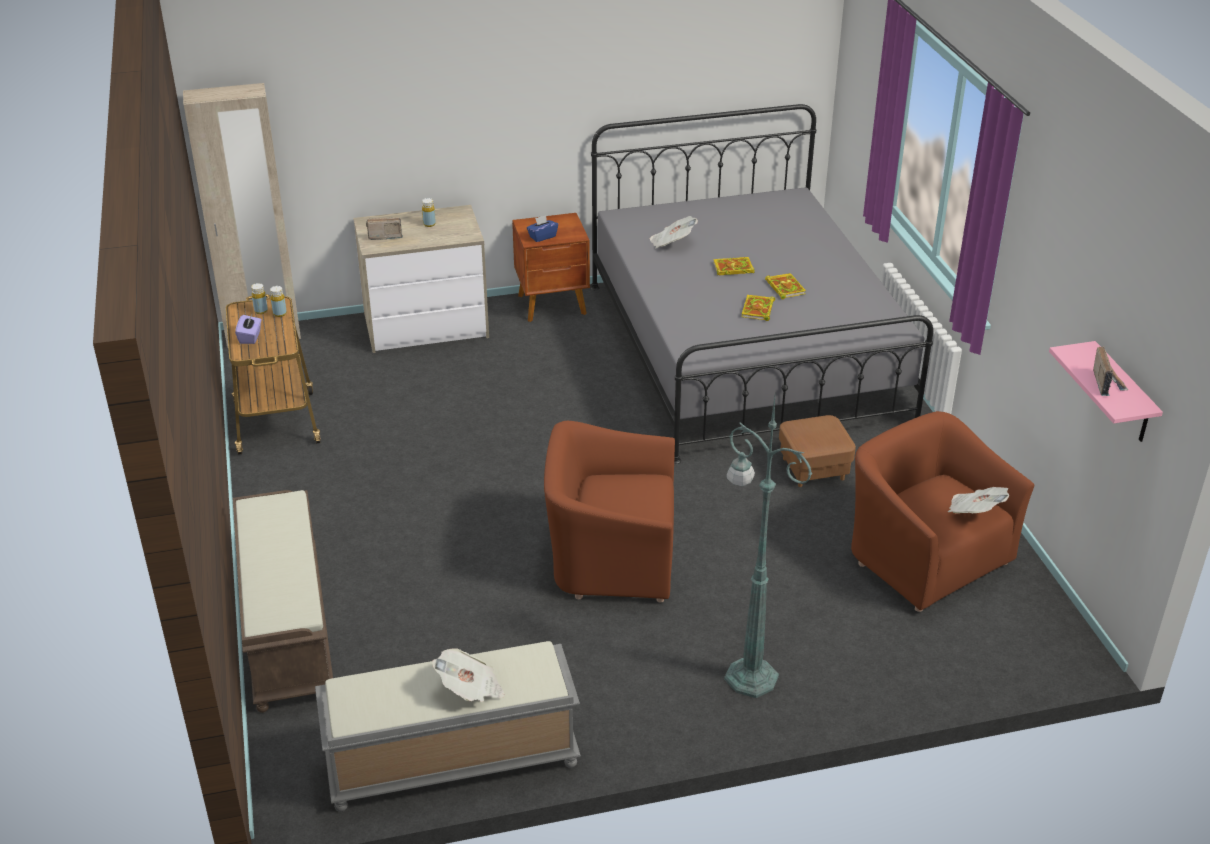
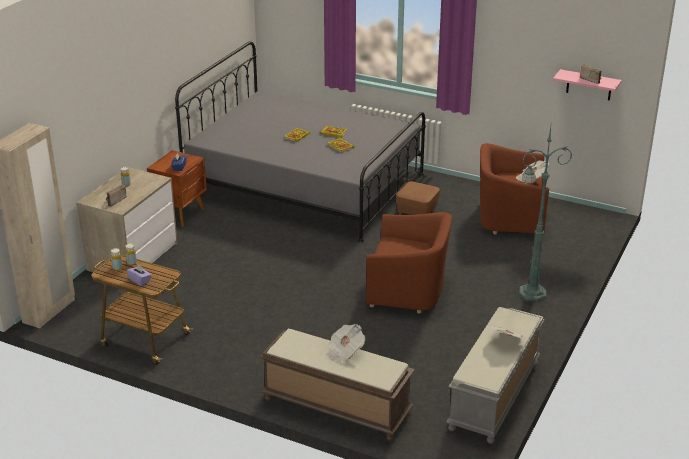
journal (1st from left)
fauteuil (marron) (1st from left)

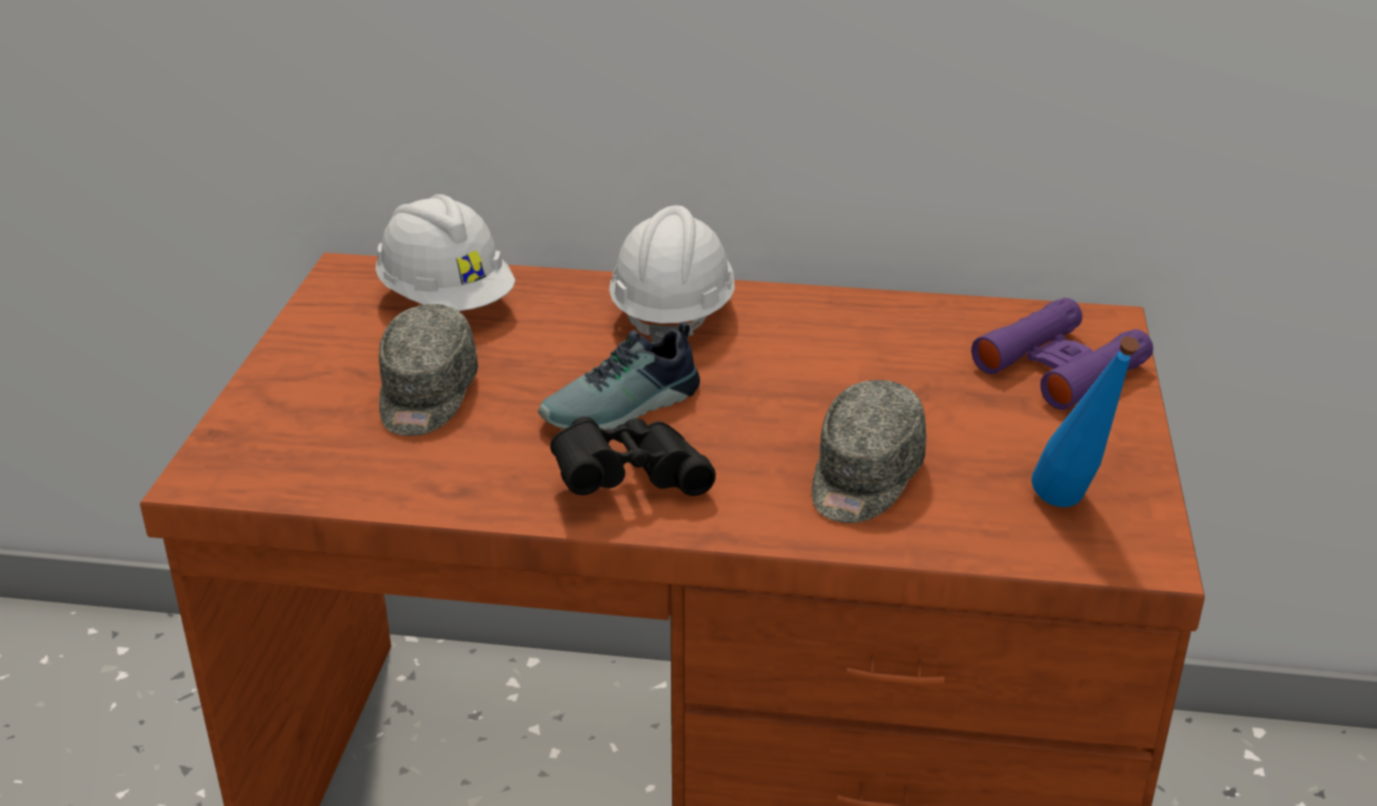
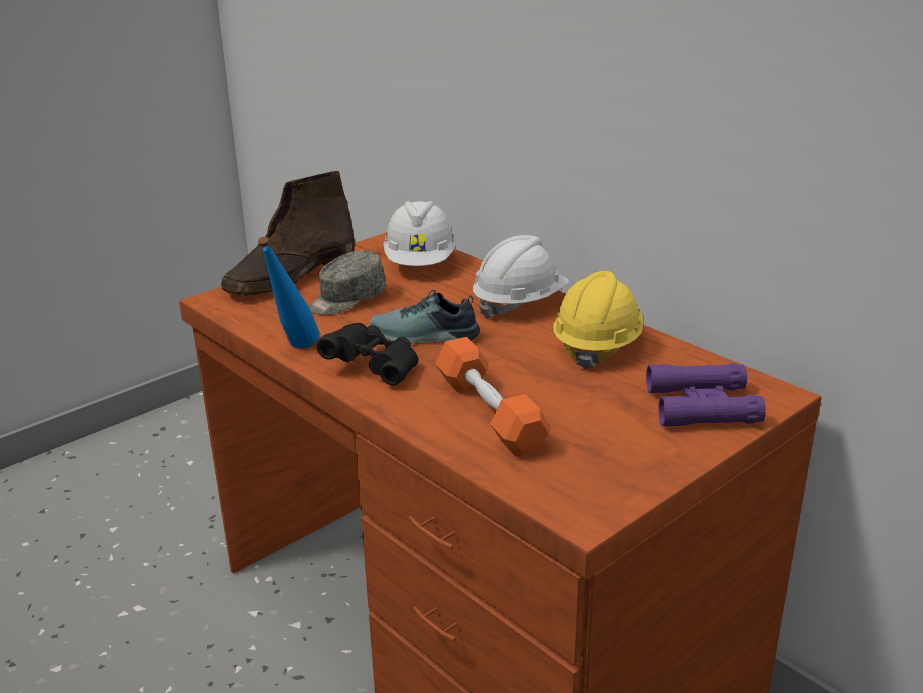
bouteille (bleu)
haltère (orange)
botte (marron)
casque de chantier (jaune)

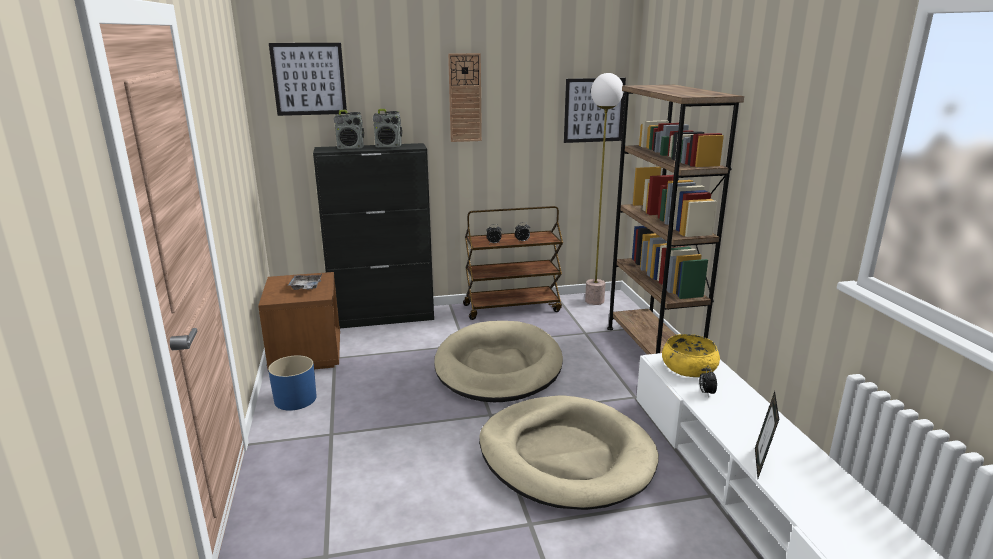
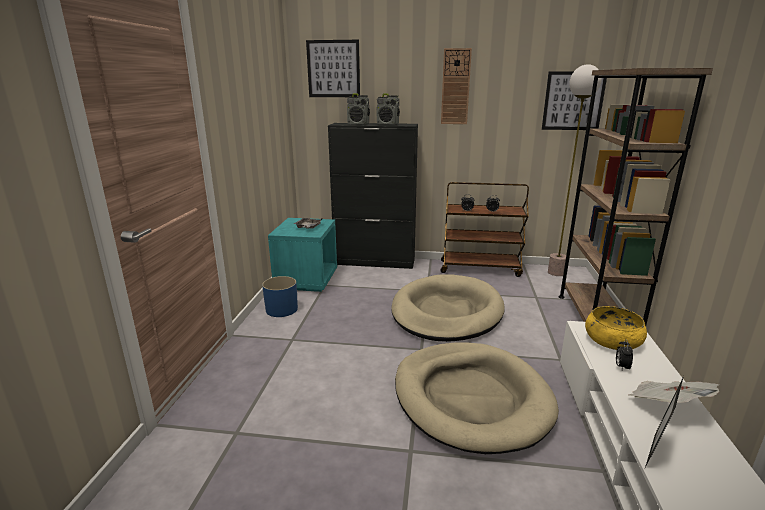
table de chevet (turquoise)
journal

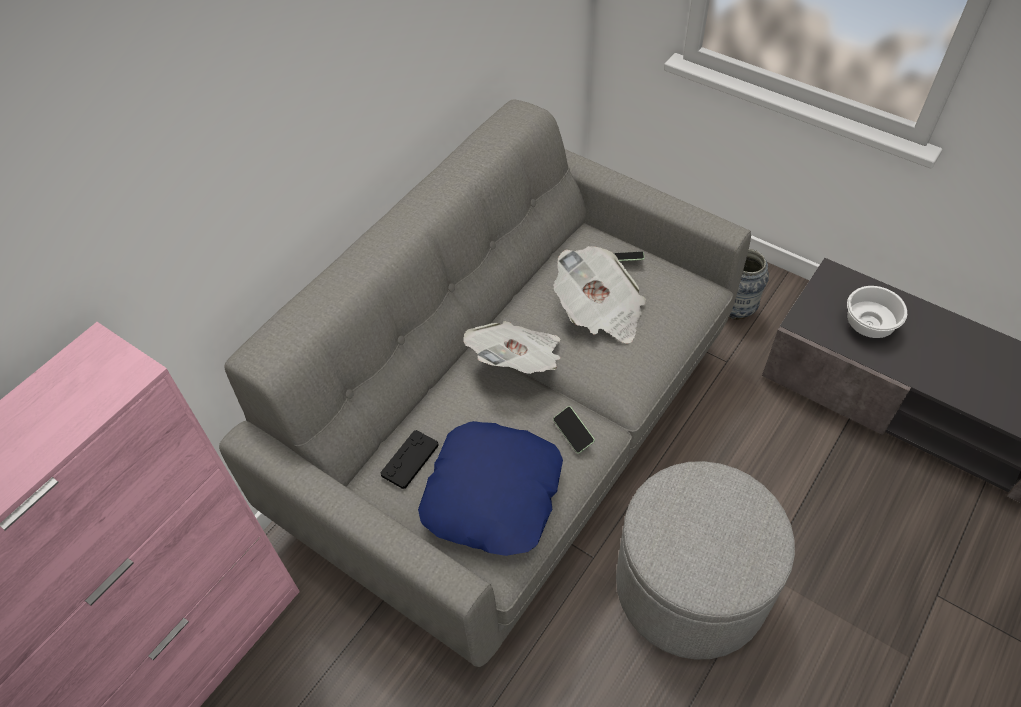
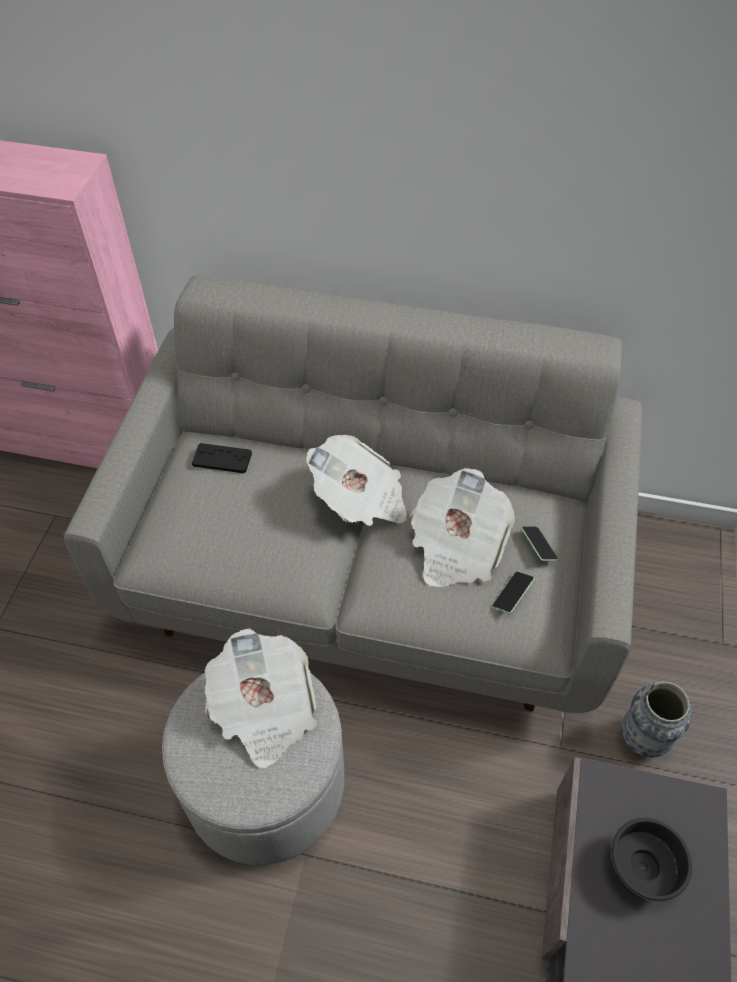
bol (noir)
téléphone (1st from left)
coussin (bleu)
journal (1st from left)

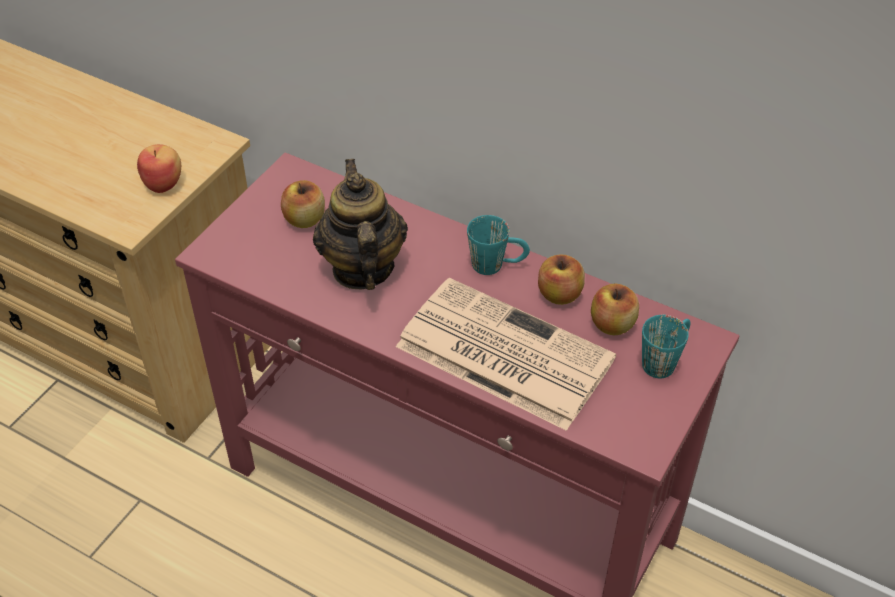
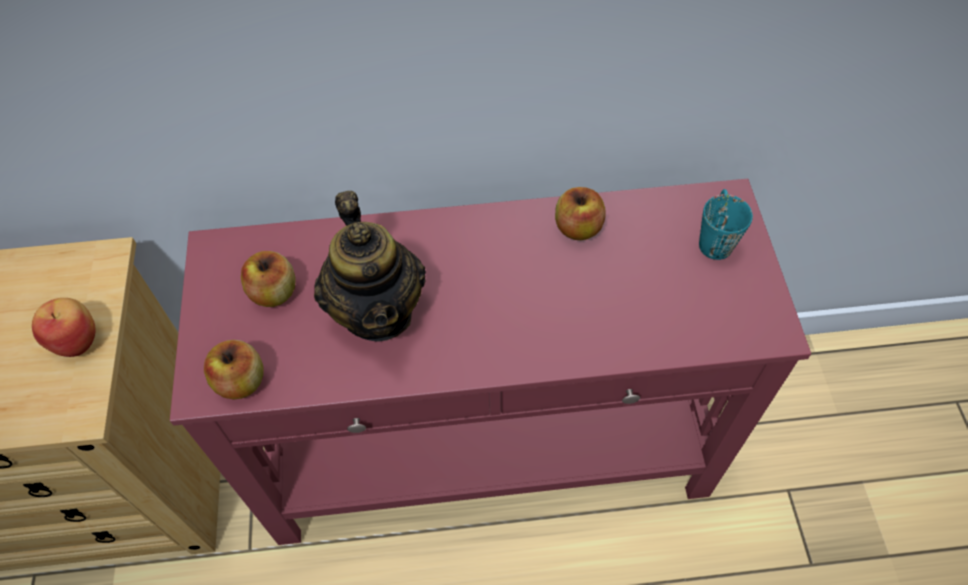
théière
mug (turquoise) (1st from left in the first image)
journal
pomme (2nd from left)

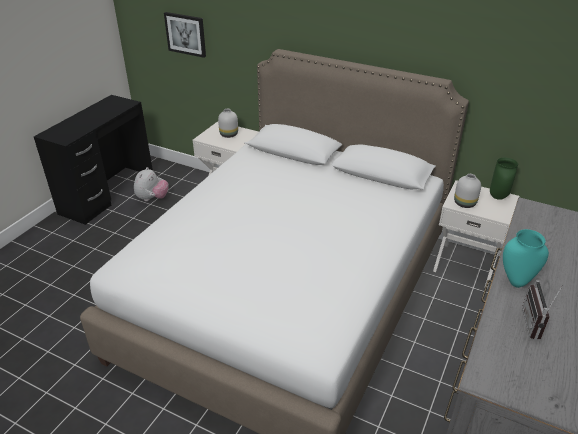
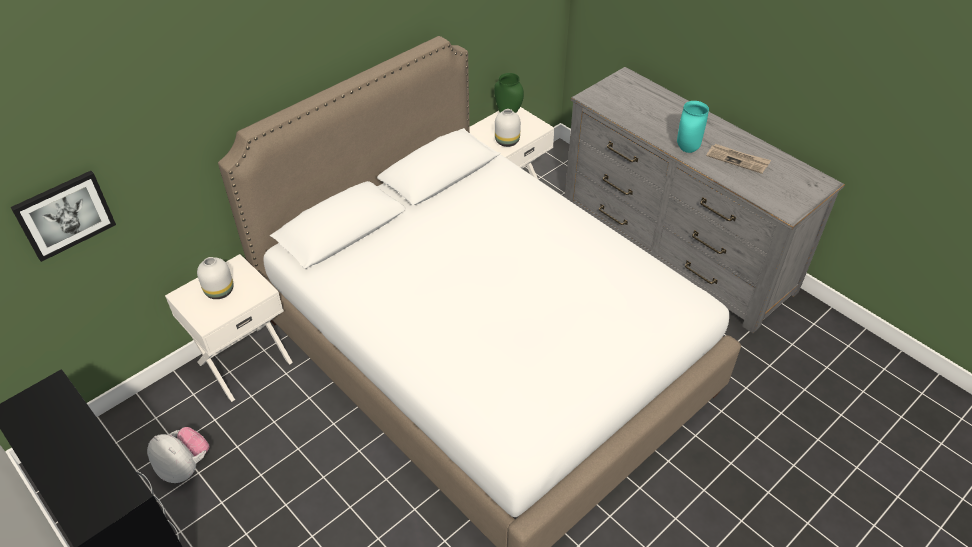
journal

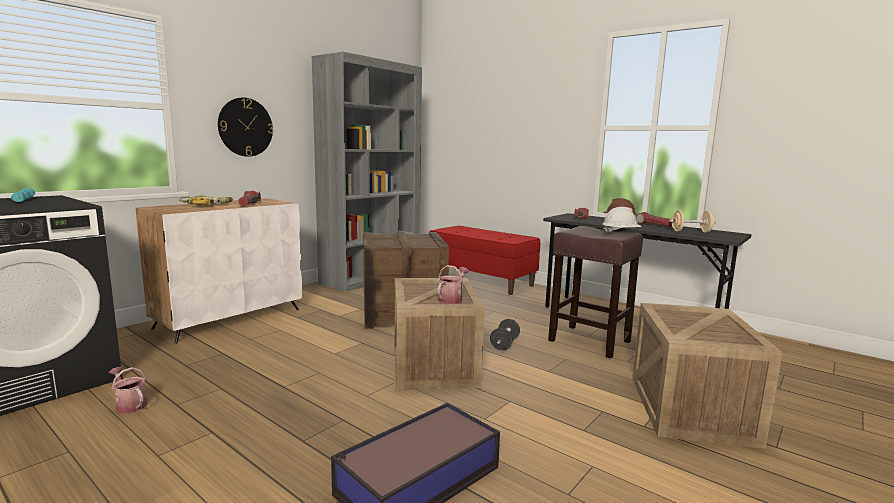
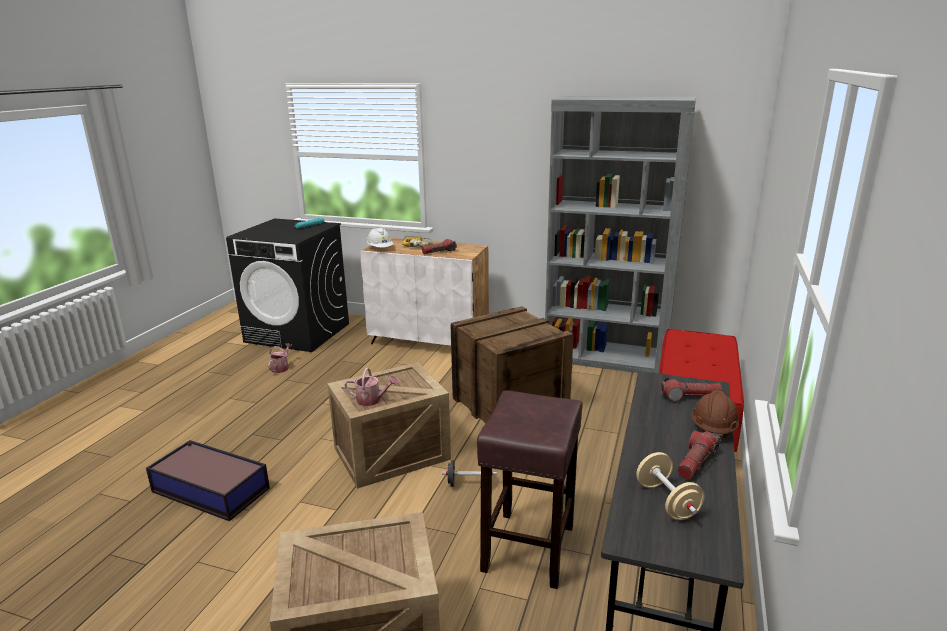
horloge murale
casque de chantier (blanc)

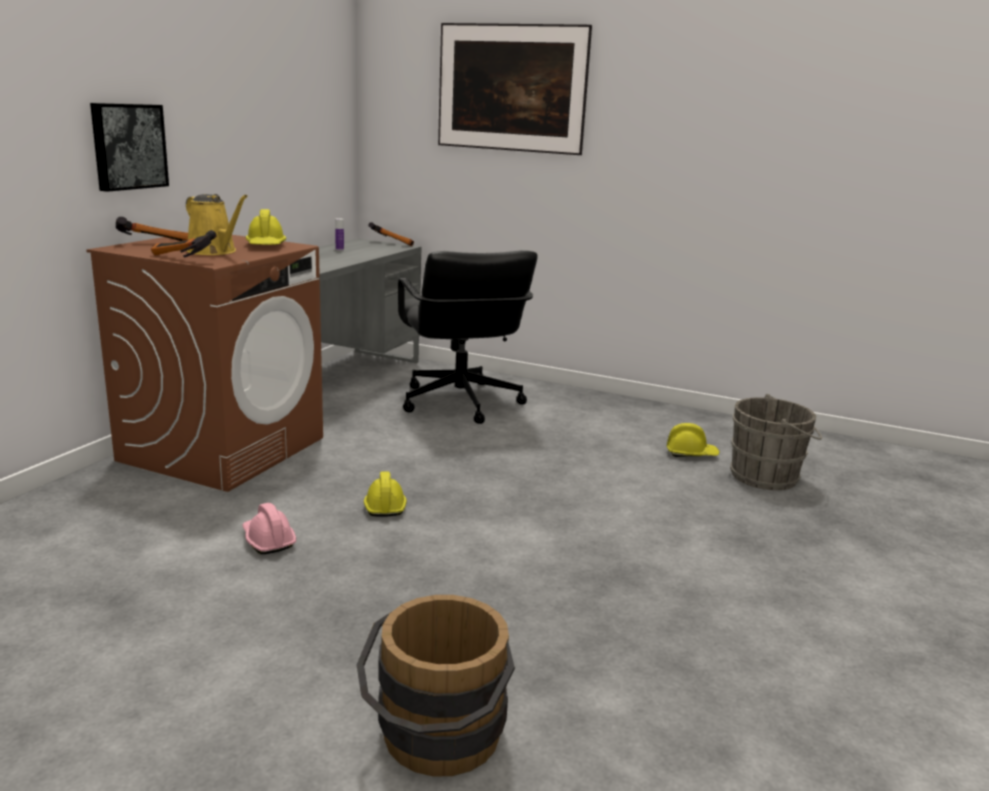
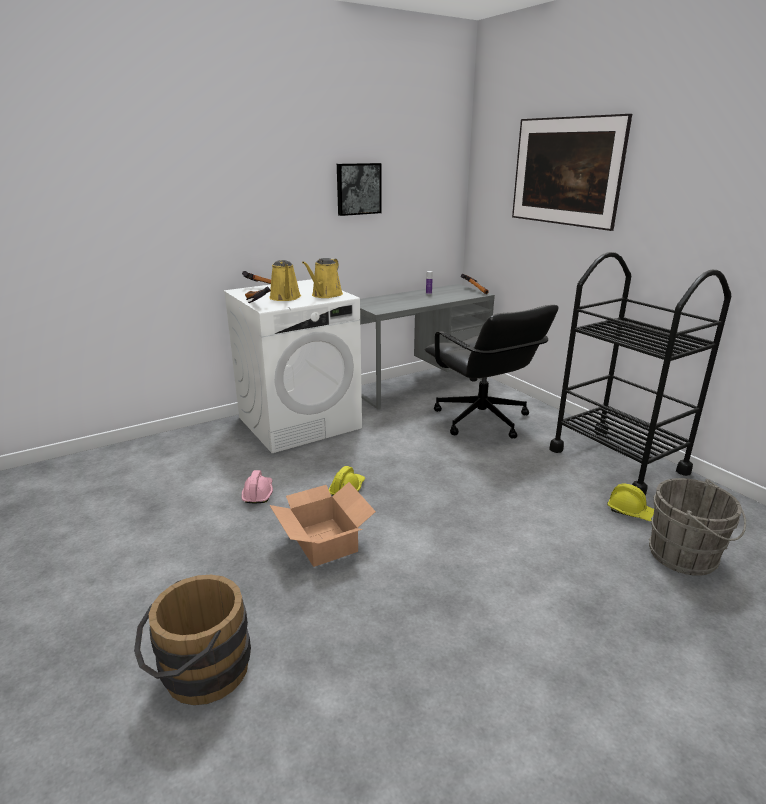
tableau (1st from left)
arrosoir (jaune) (2nd from left)
lave-linge (blanc)
chaise de bureau (noir)
chariot (noir)
carton

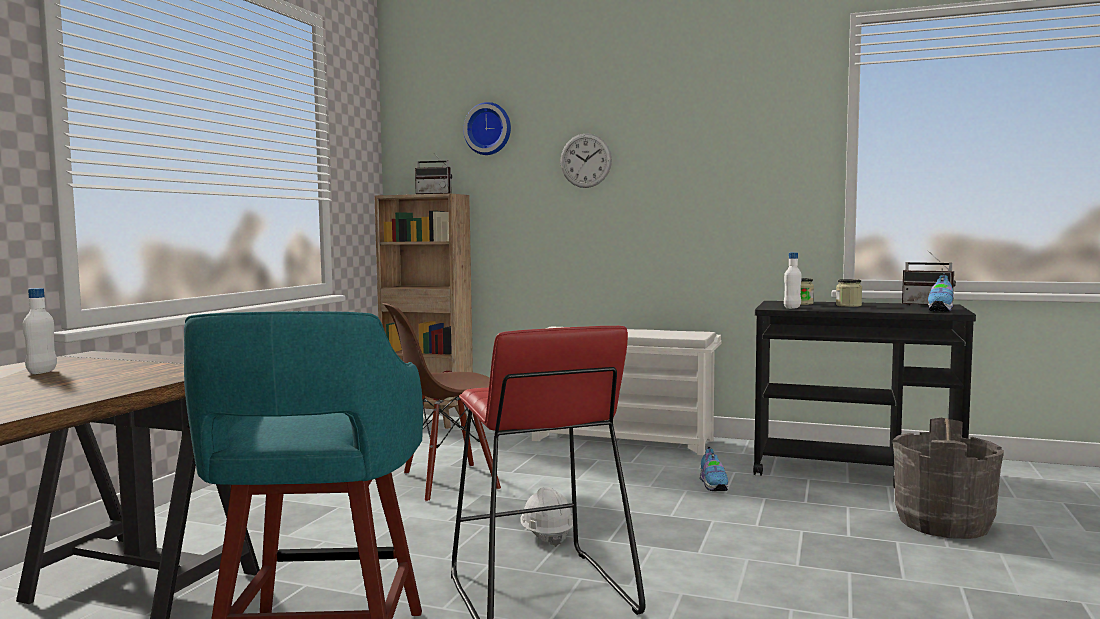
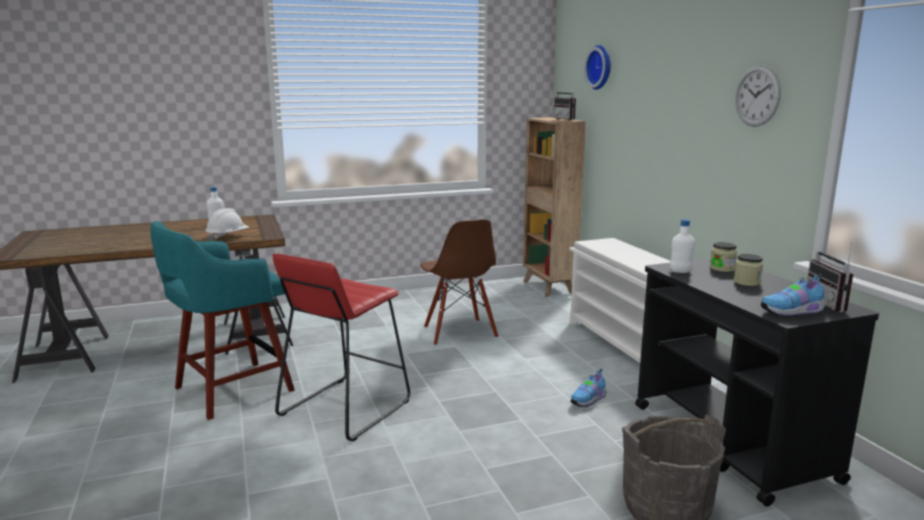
horloge murale (2nd from left)
chaise (marron)
casque de chantier (blanc)

